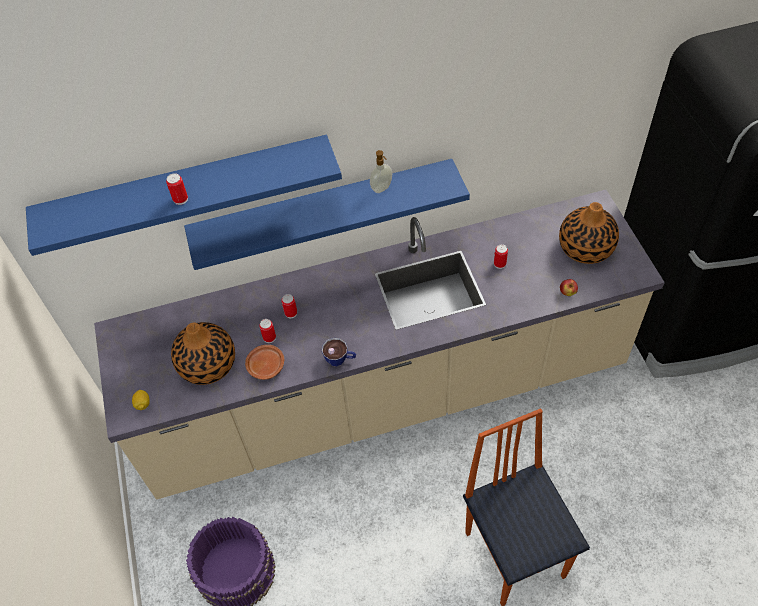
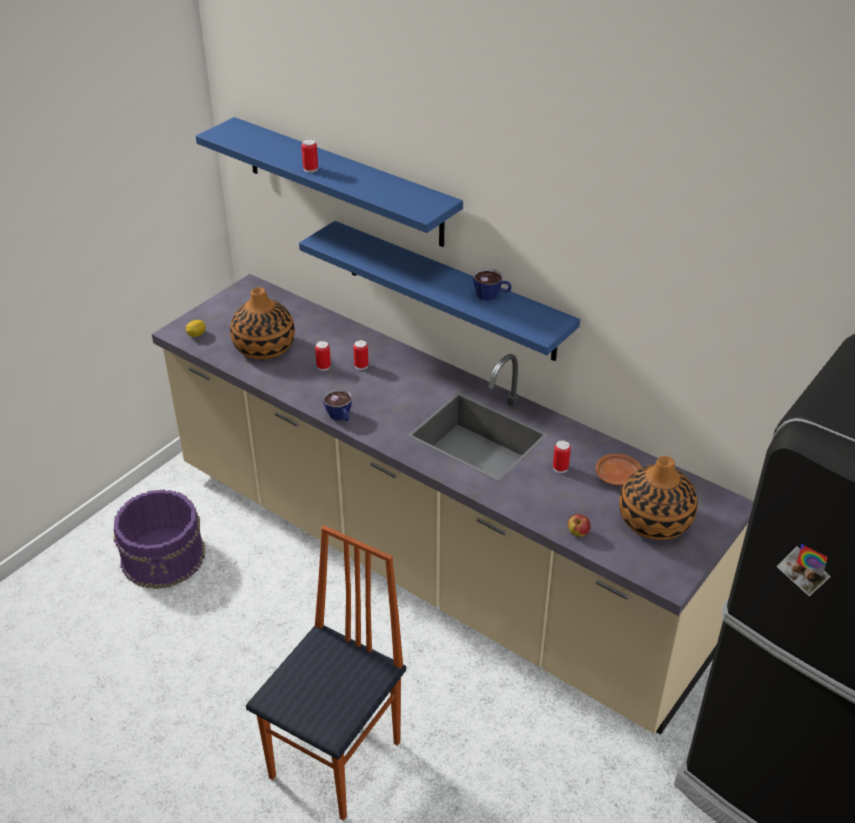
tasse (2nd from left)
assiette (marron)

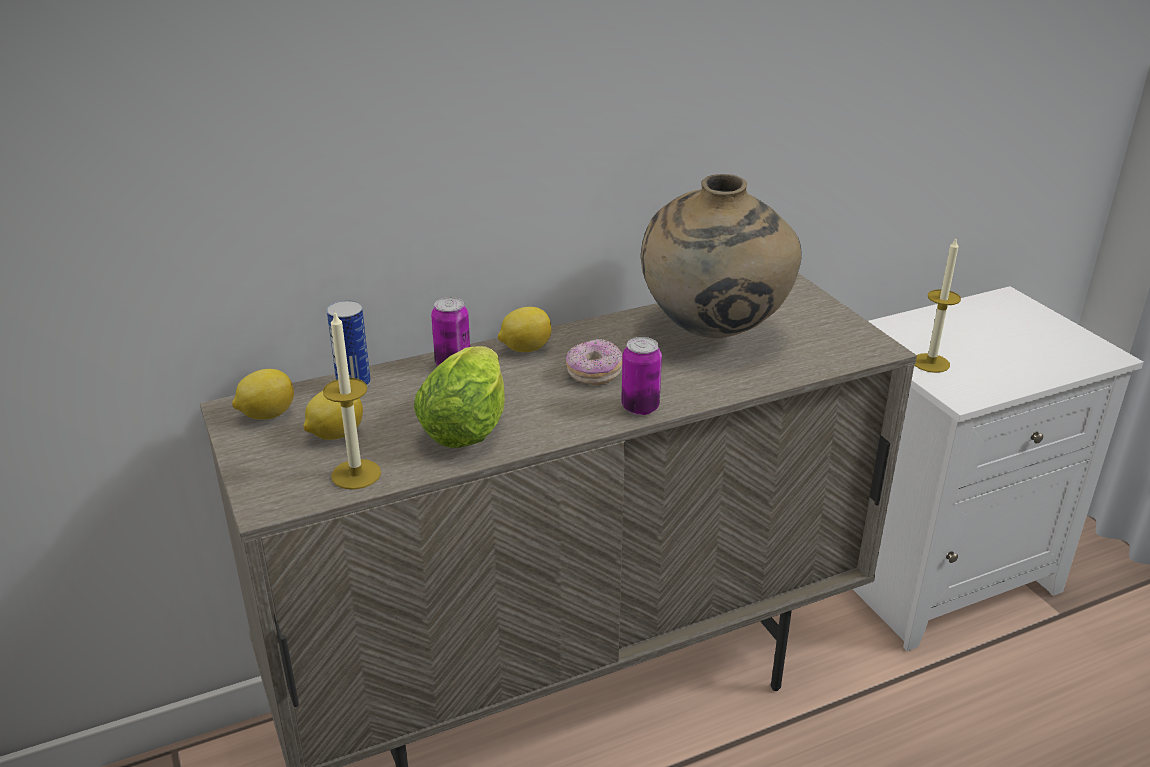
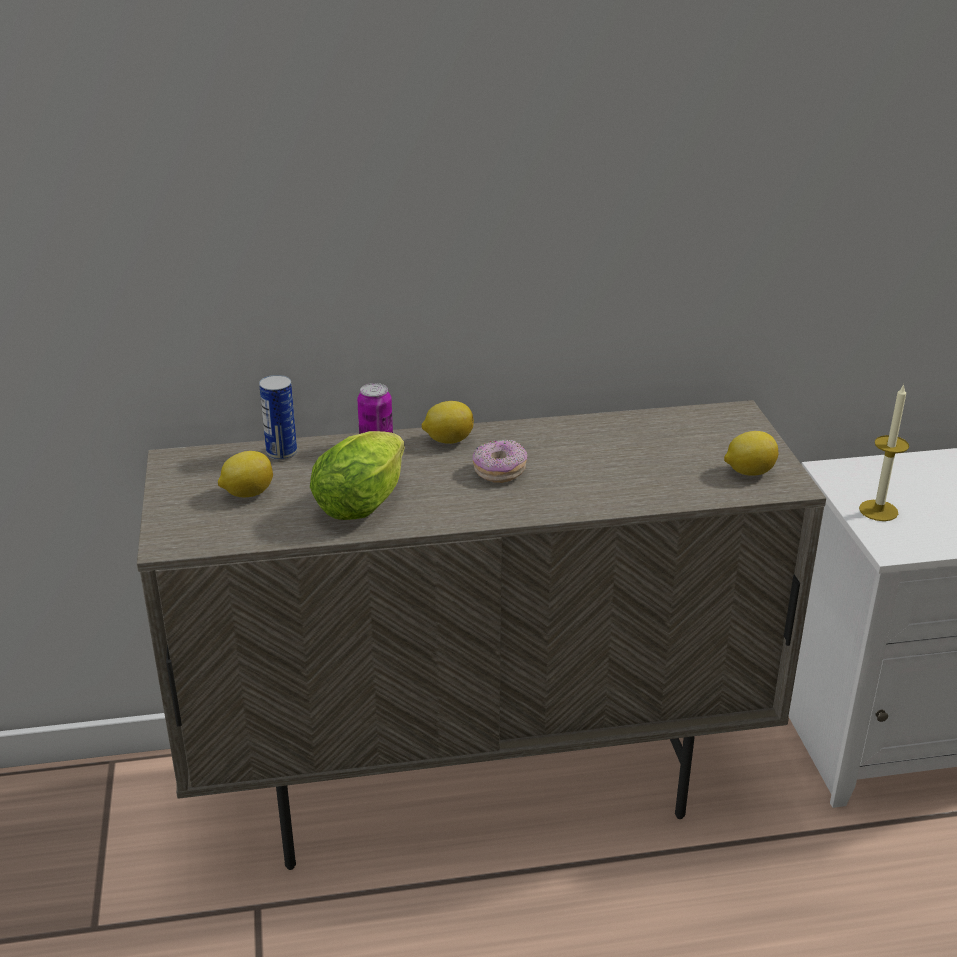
vase (beige)
bougie (1st from left in the first image)
boîte métallique (3rd from left in the first image)
citron (3rd from left)

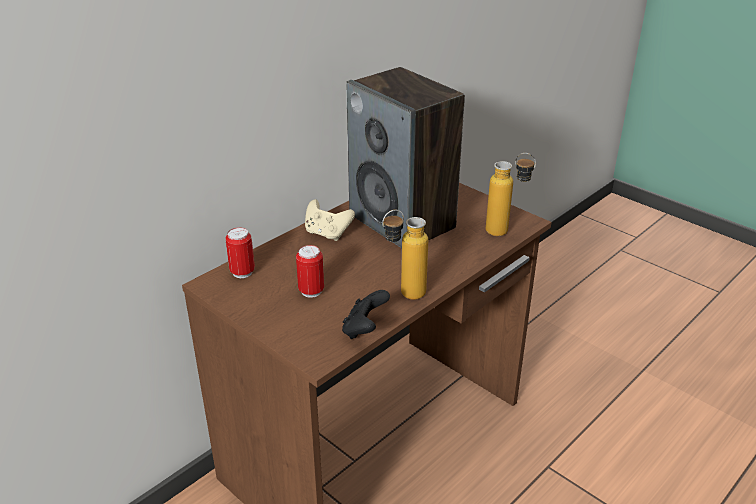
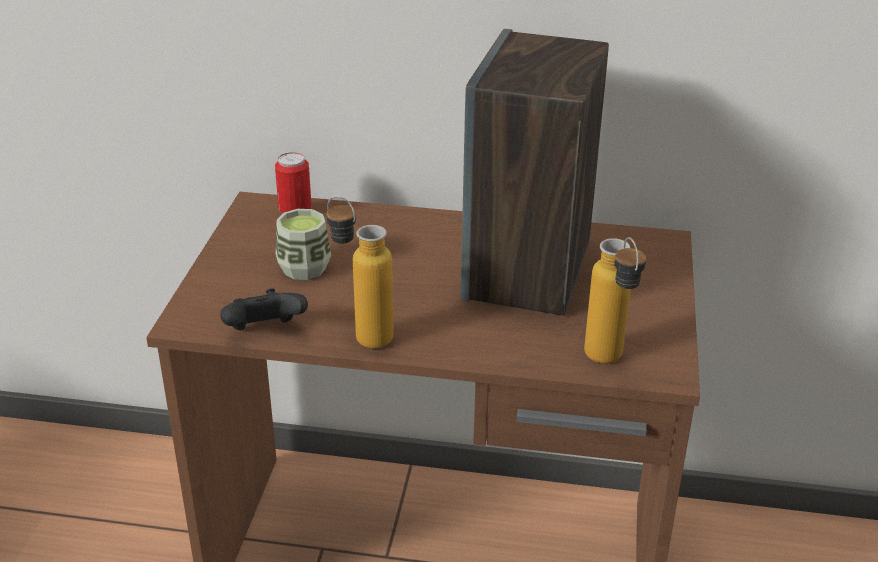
manette (beige)
tasse

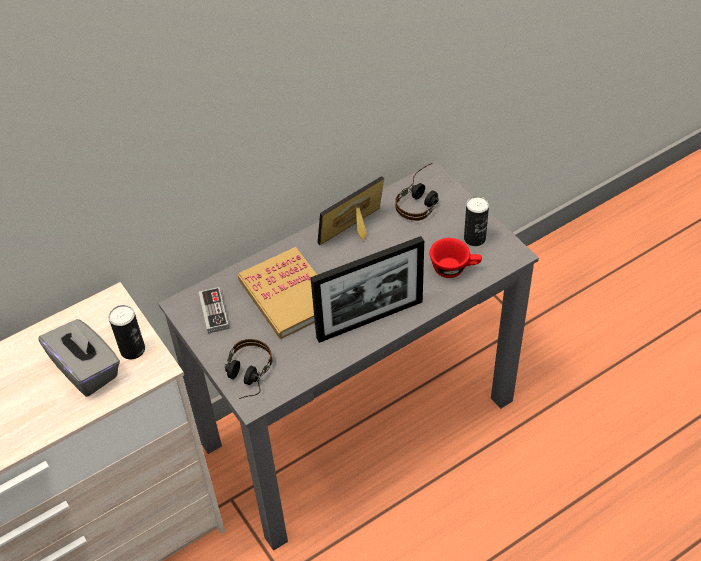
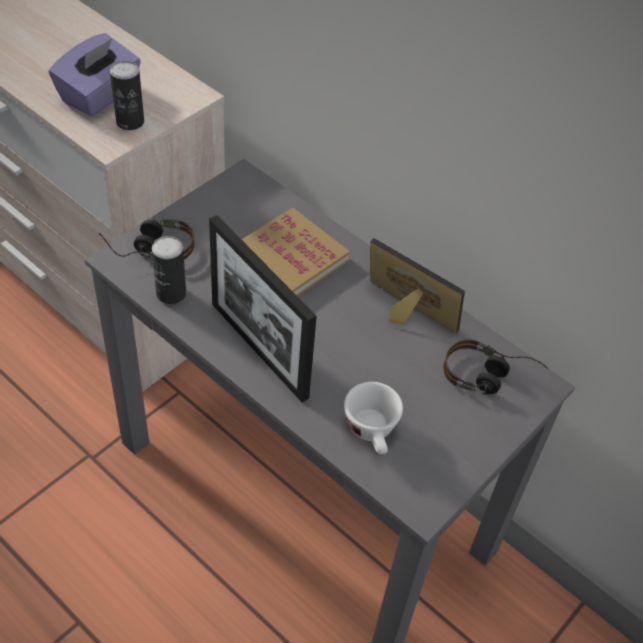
boîte métallique (2nd from left)
tasse (blanc)
manette
boîte à mouchoirs (violet)

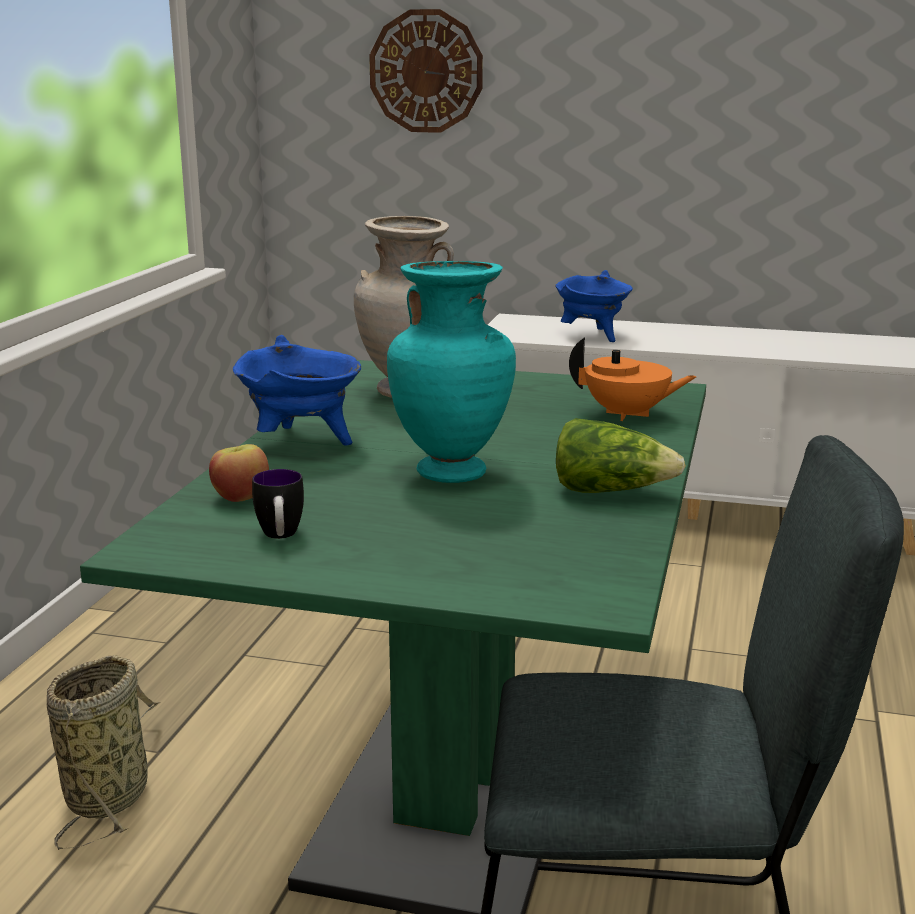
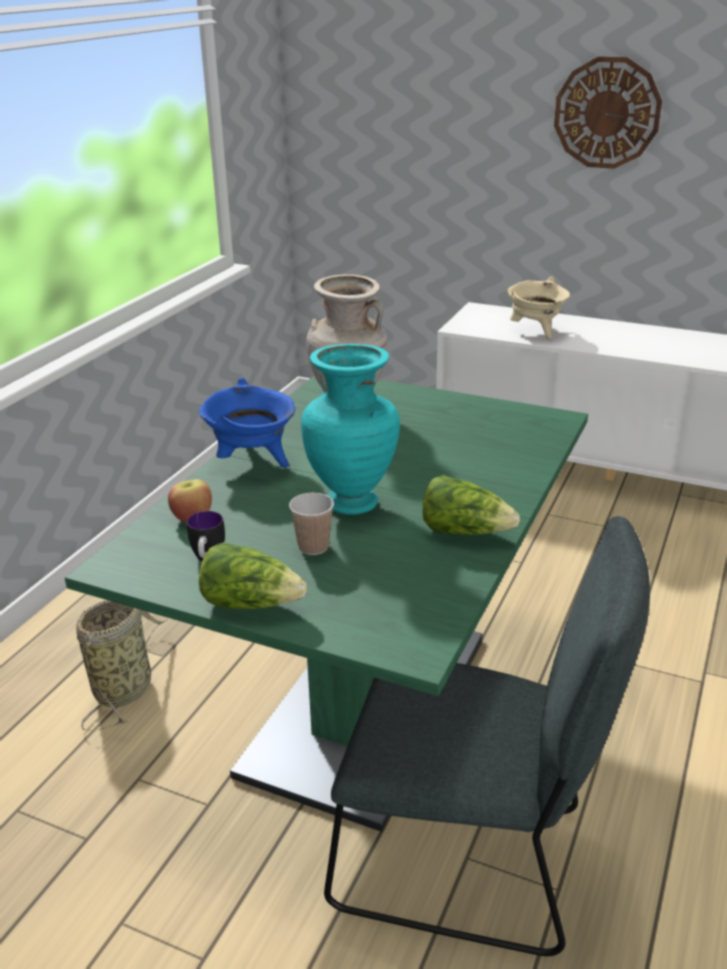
horloge murale
marmite (beige)
théière (orange)
tasse
laitue (1st from left)

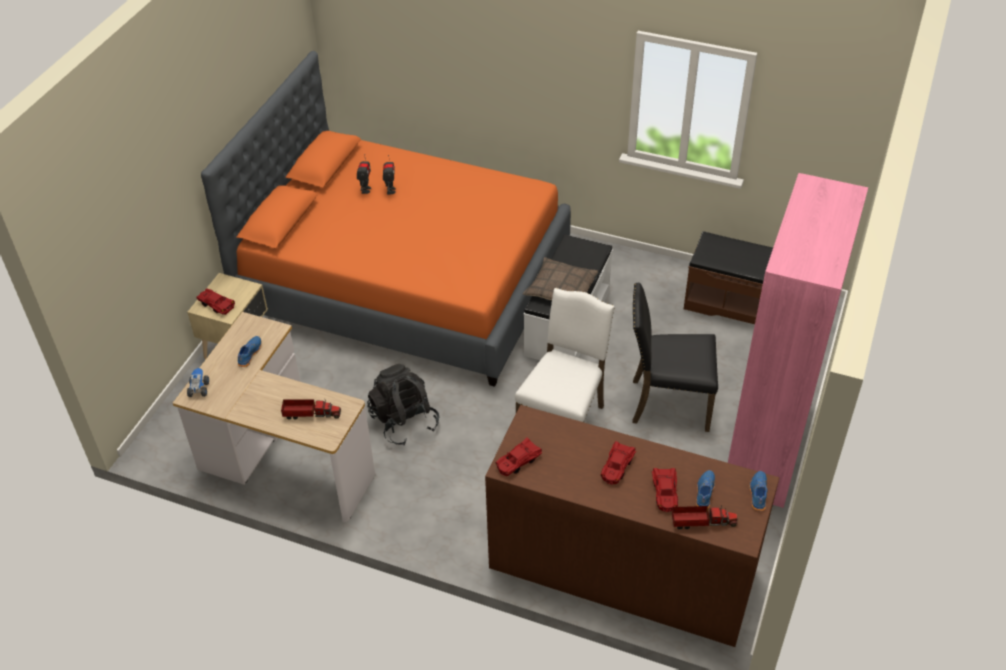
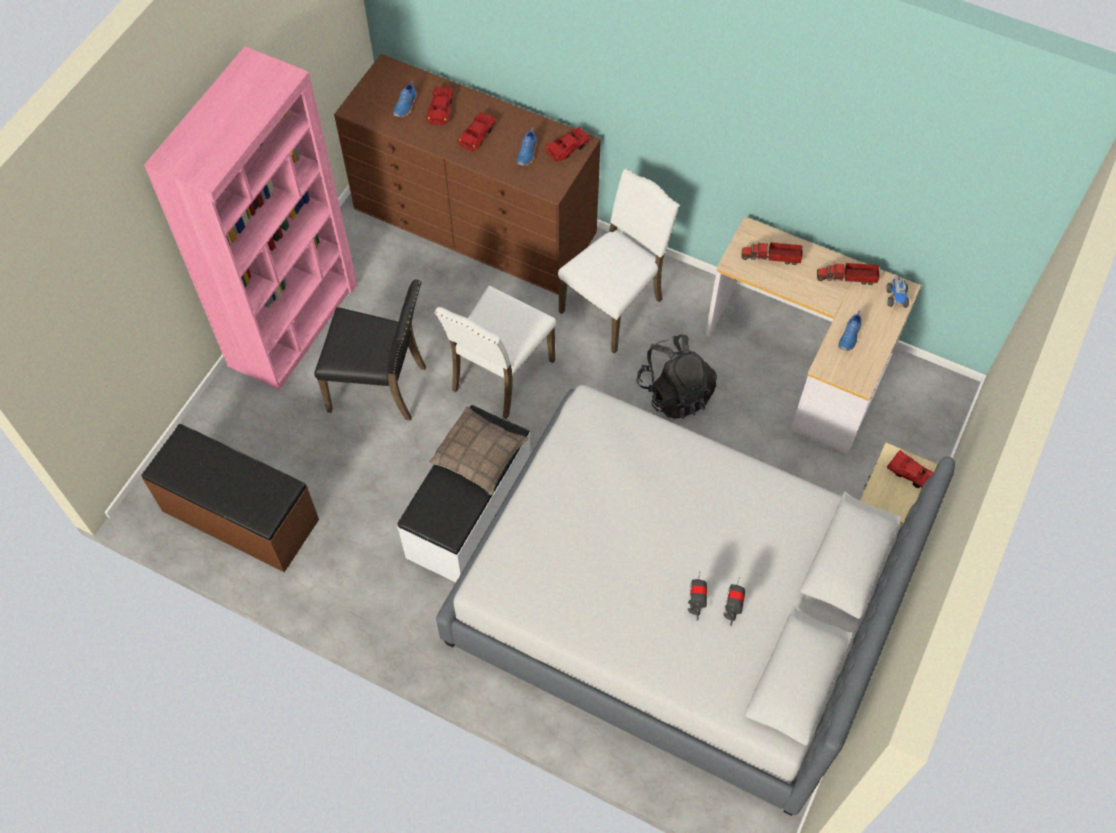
lit (gris)
chaussure (bleu) (2nd from left)
camion jouet (2nd from left)
chaise (blanc) (2nd from left)

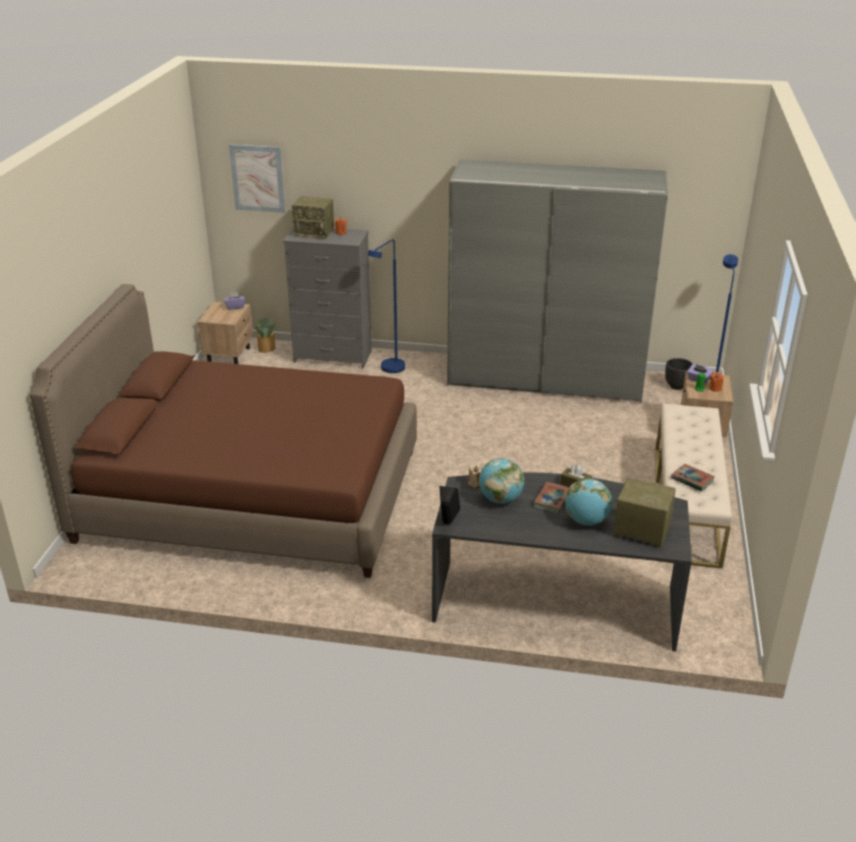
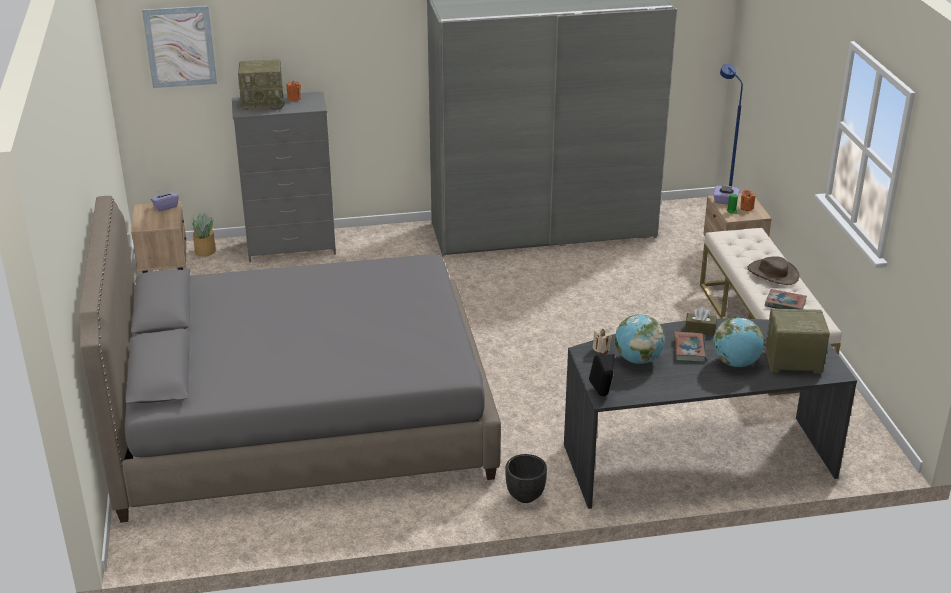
lampadaire (bleu) (1st from left in the first image)
lit (gris)
cache-pot (noir)
chapeau (marron)

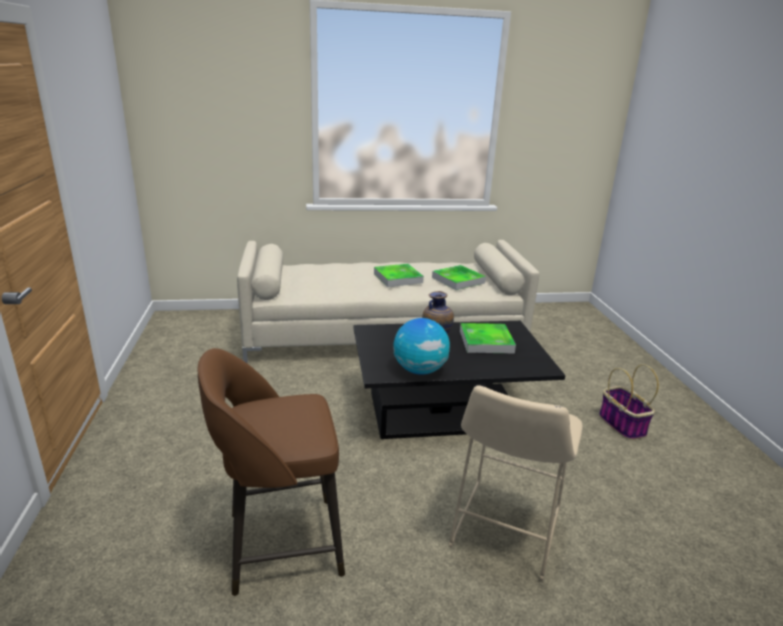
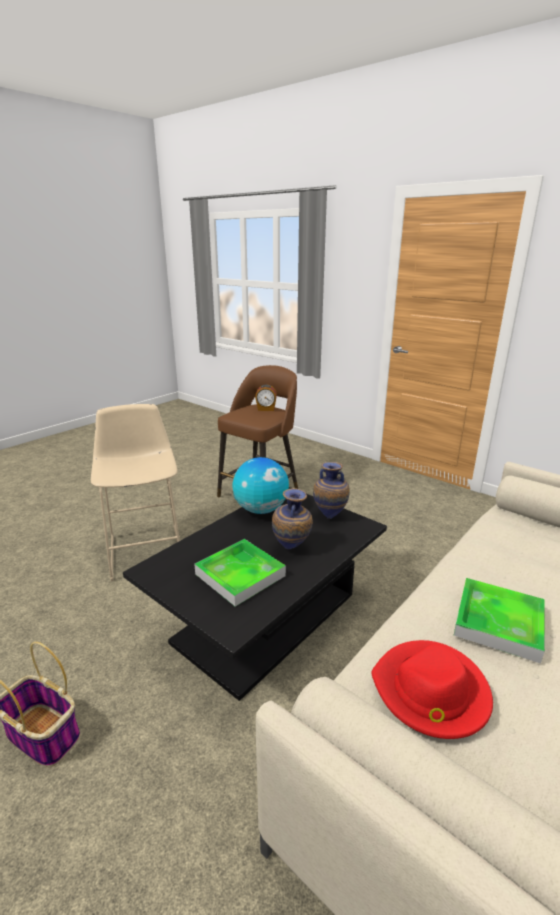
chapeau (rouge)
réveil
vase (2nd from left)

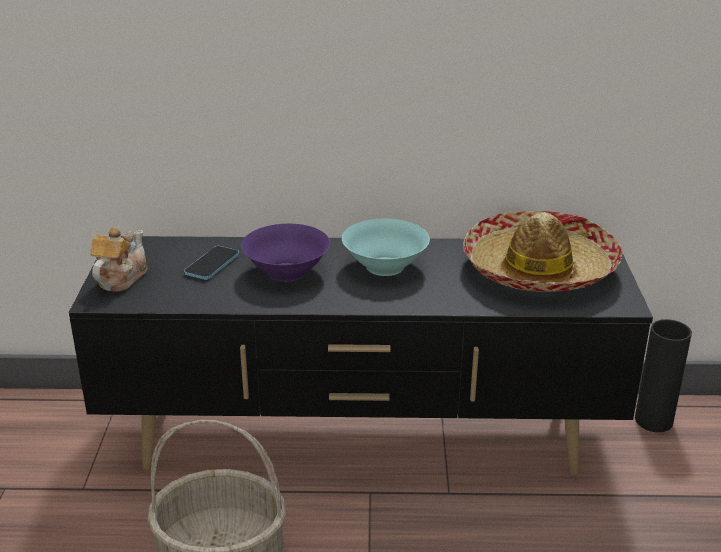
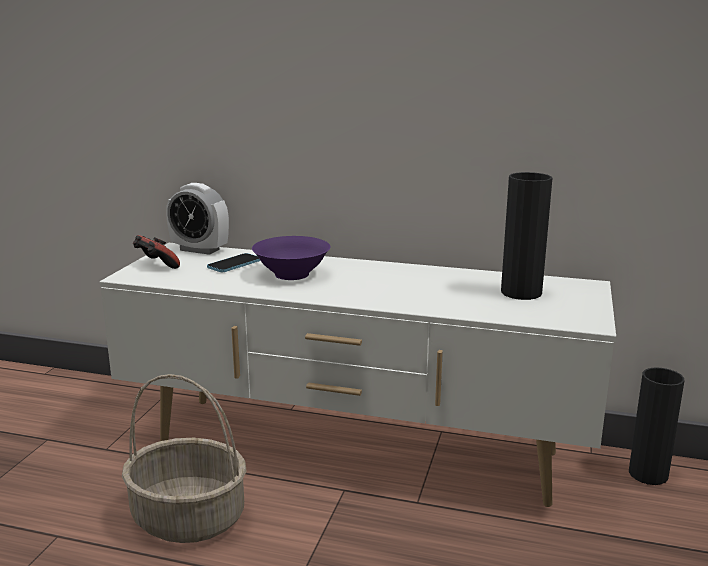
vase (noir) (1st from left)
bol (turquoise)
manette
meuble télé (blanc)
réveil

